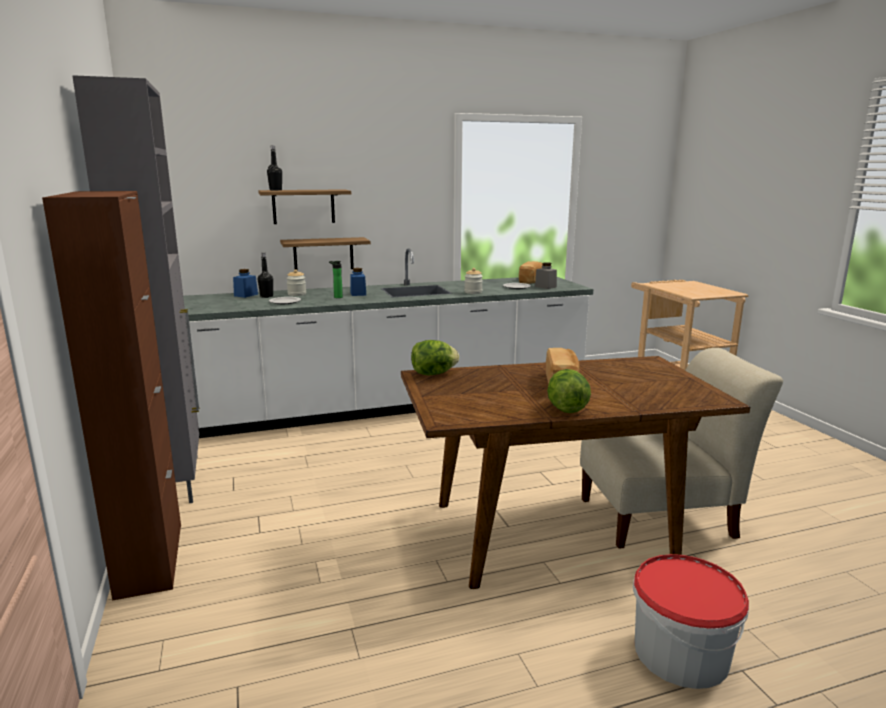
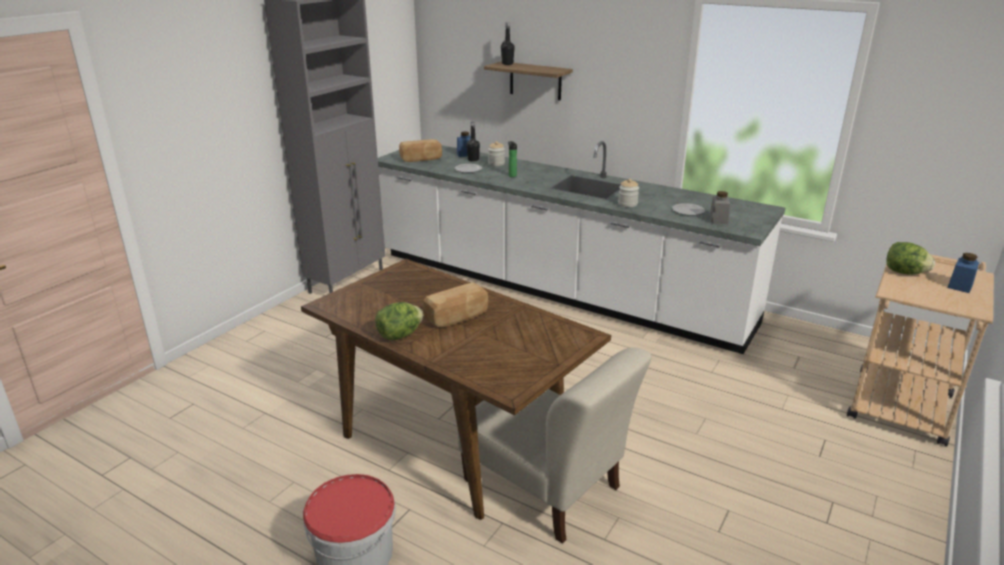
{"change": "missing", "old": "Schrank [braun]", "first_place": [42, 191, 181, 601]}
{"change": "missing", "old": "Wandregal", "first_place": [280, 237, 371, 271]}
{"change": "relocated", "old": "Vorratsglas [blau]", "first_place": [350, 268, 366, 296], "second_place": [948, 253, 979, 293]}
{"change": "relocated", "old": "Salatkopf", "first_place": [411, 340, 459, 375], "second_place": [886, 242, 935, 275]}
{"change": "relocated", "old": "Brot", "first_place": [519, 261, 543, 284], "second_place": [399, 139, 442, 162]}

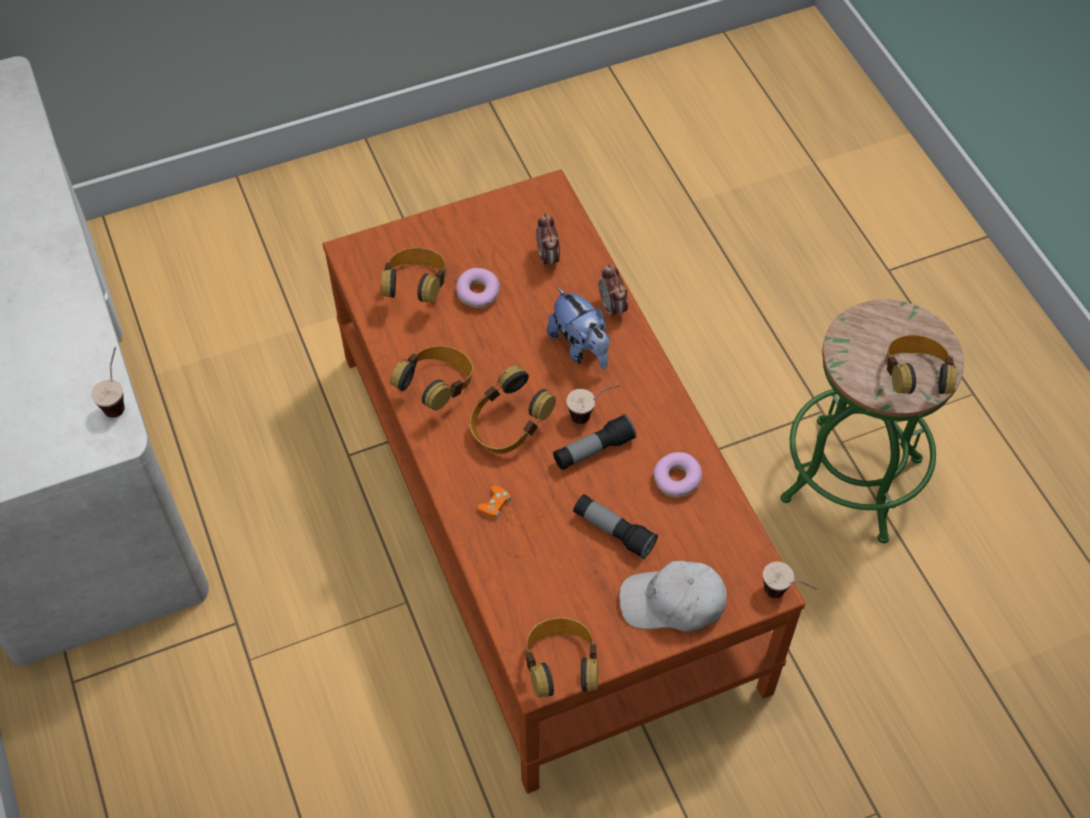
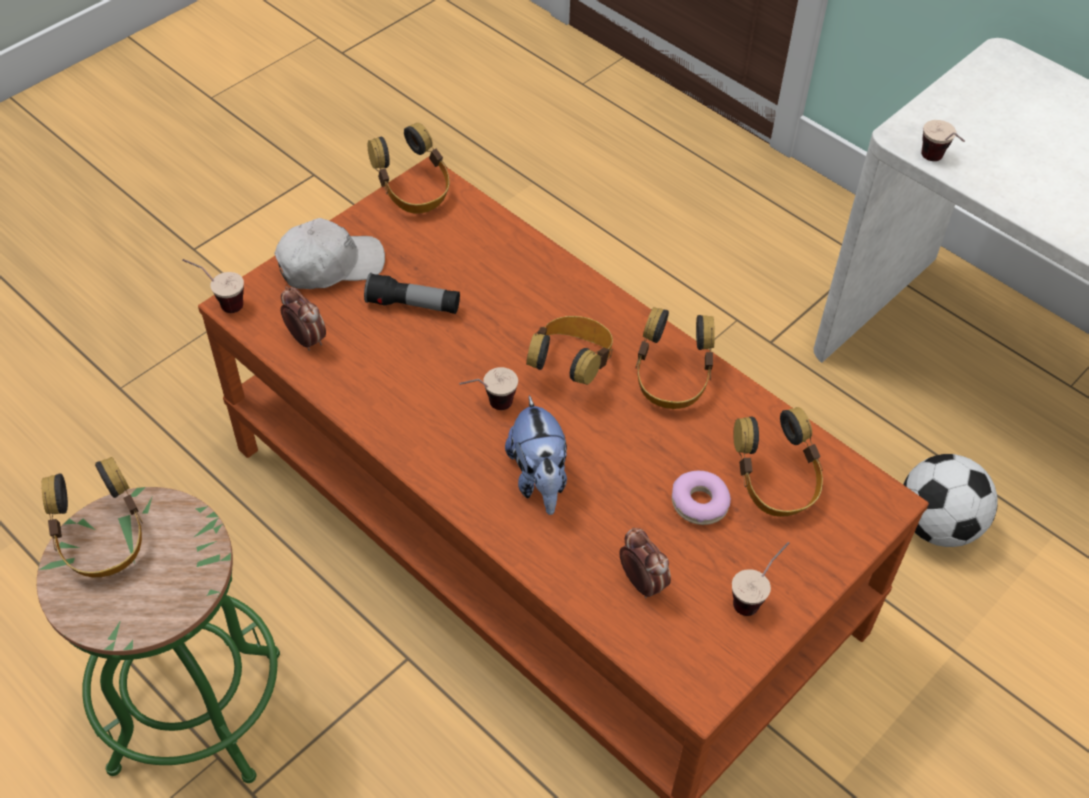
{"change": "missing", "old": "Gamepad [orange]", "first_place": [477, 485, 556, 553]}
{"change": "spun", "old": "Plüschtier", "first_place": [547, 287, 610, 370], "second_place": [505, 395, 567, 515], "degrees": -135}
{"change": "missing", "old": "Taschenlampe", "first_place": [553, 414, 636, 470]}
{"change": "relocated", "old": "Wecker", "first_place": [598, 264, 628, 319], "second_place": [281, 286, 326, 351]}
{"change": "missing", "old": "Donut", "first_place": [654, 452, 702, 497]}
{"change": "appeared", "new": "Tasse", "second_place": [732, 542, 790, 616]}
{"change": "appeared", "new": "Fußball", "second_place": [903, 454, 998, 547]}

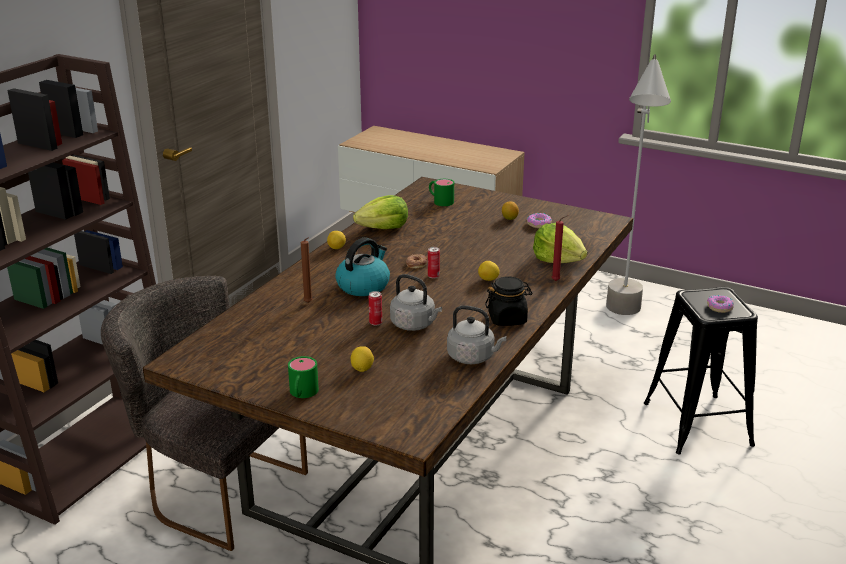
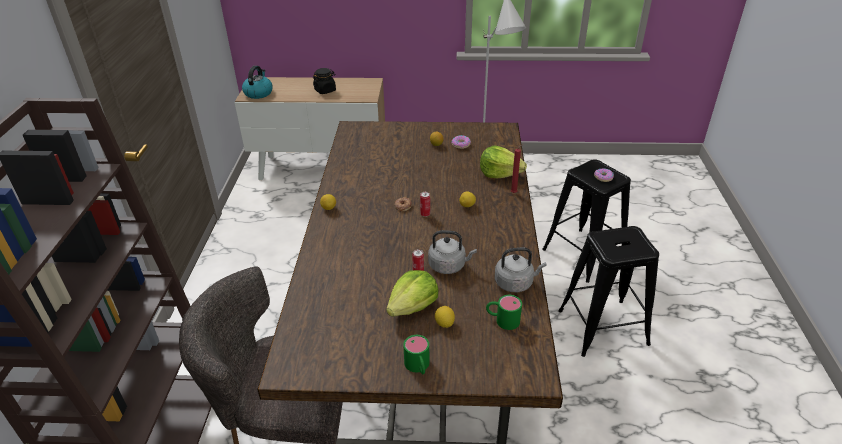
{"change": "missing", "old": "Kerze [braun]", "first_place": [301, 237, 312, 303]}
{"change": "relocated", "old": "Wasserkessel", "first_place": [335, 238, 390, 296], "second_place": [242, 66, 273, 99]}
{"change": "relocated", "old": "Salatkopf", "first_place": [353, 195, 408, 229], "second_place": [386, 270, 438, 317]}
{"change": "relocated", "old": "Henkelbecher [grün]", "first_place": [429, 179, 454, 206], "second_place": [486, 295, 522, 330]}
{"change": "relocated", "old": "Vorratsglas [schwarz]", "first_place": [485, 277, 533, 326], "second_place": [313, 68, 336, 94]}
{"change": "appeared", "new": "Hocker [schwarz]", "second_place": [558, 226, 659, 357]}

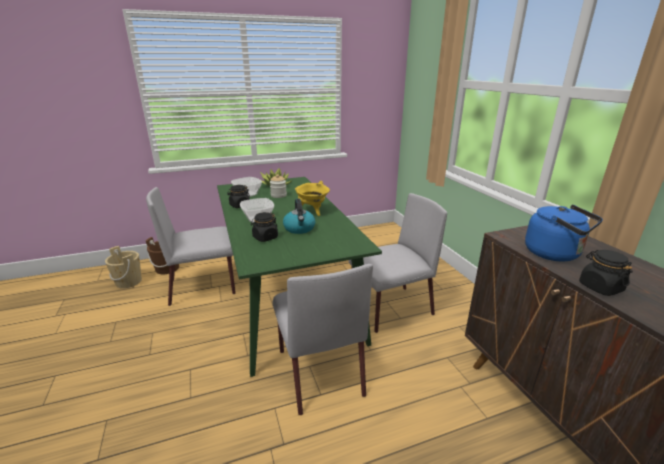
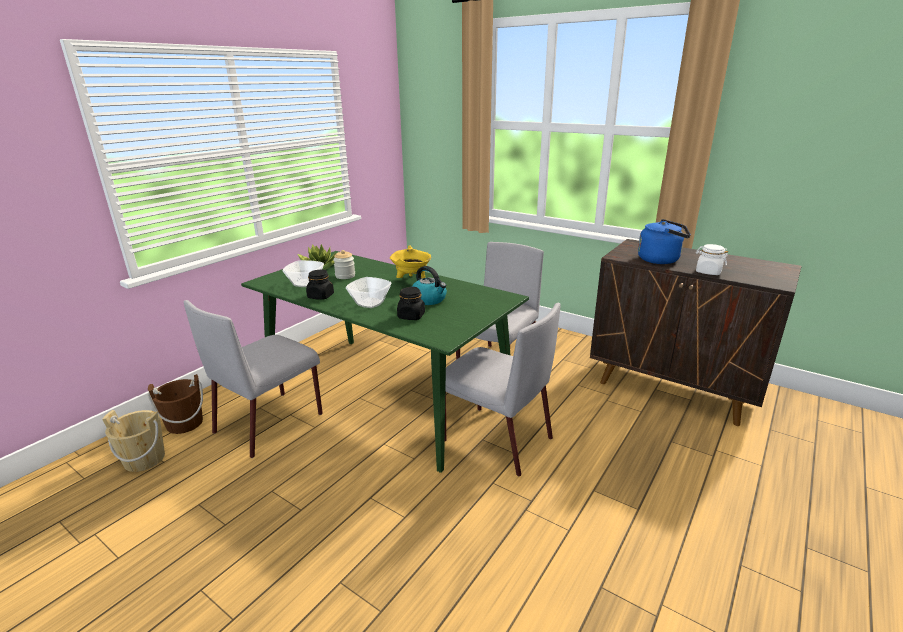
{"change": "colour", "old": "Vorratsglas [schwarz]", "new": "Vorratsglas [weiß]", "first_place": [579, 250, 633, 296], "second_place": [696, 244, 728, 275]}

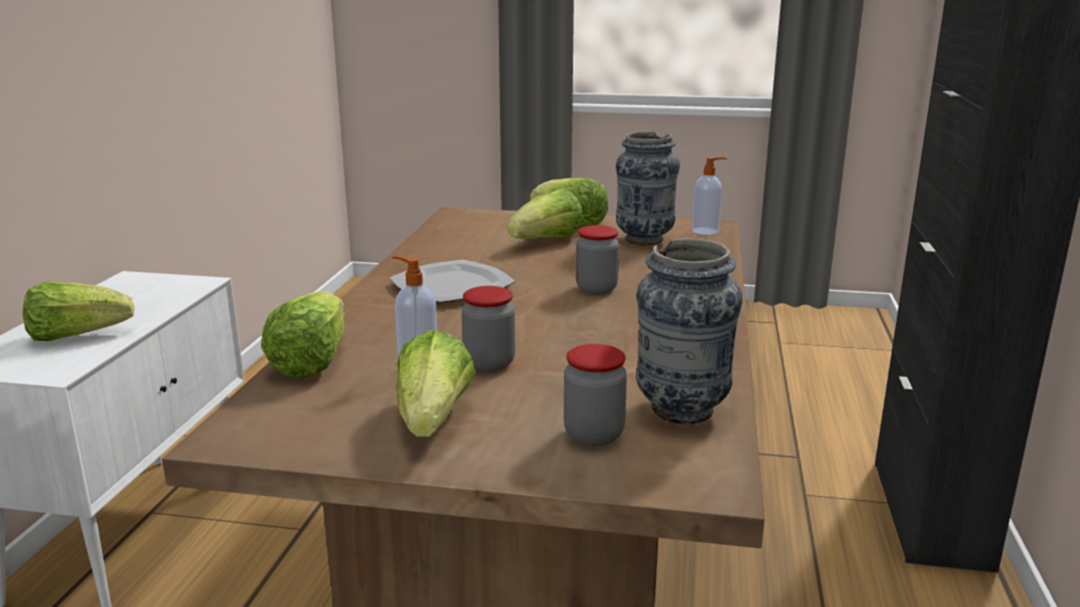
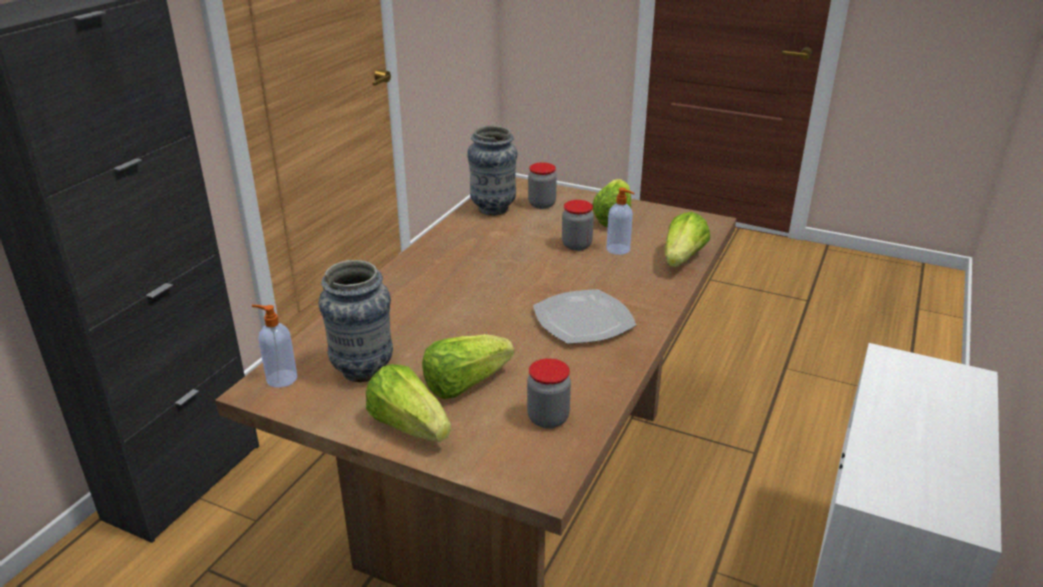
{"change": "missing", "old": "Salatkopf", "first_place": [23, 281, 134, 341]}
{"change": "relocated", "old": "Vorratsglas", "first_place": [576, 225, 619, 294], "second_place": [527, 358, 571, 429]}

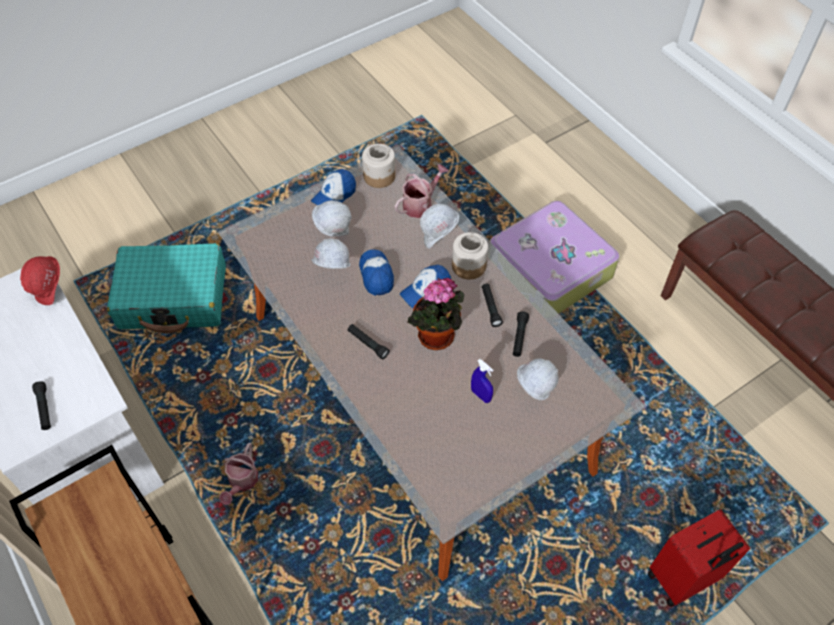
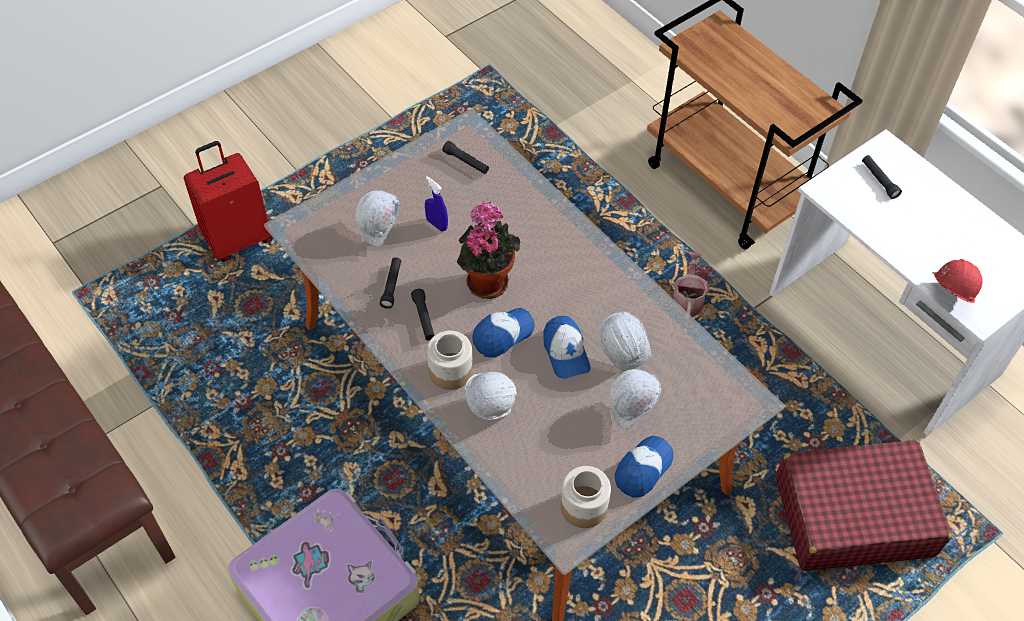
{"change": "colour", "old": "Koffer [türkis]", "new": "Koffer [rot]", "first_place": [107, 243, 226, 333], "second_place": [776, 440, 952, 571]}
{"change": "relocated", "old": "Taschenlampe [schwarz]", "first_place": [348, 324, 390, 360], "second_place": [442, 141, 489, 174]}
{"change": "missing", "old": "Gießkanne", "first_place": [395, 164, 449, 218]}

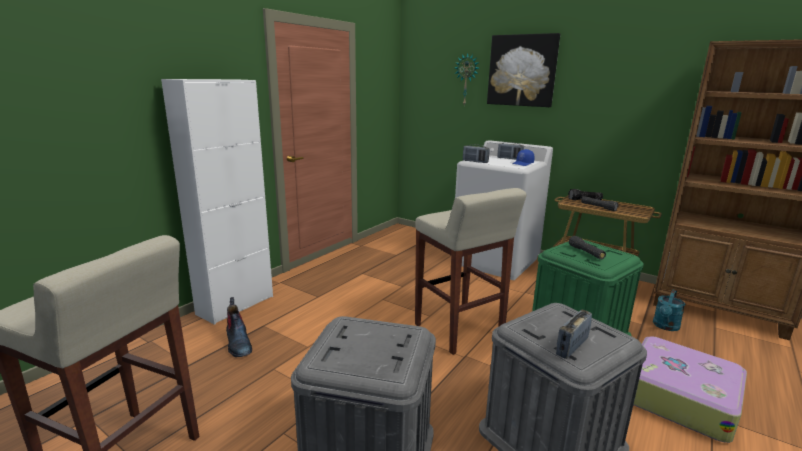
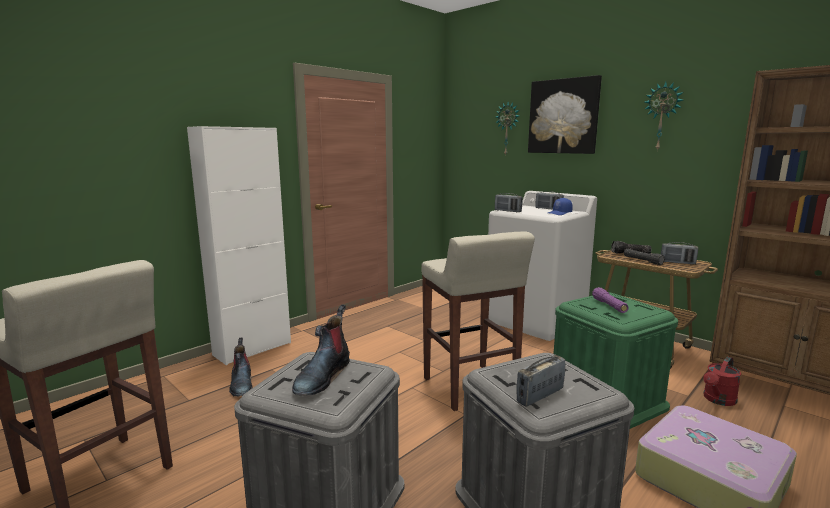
{"change": "colour", "old": "Taschenlampe [schwarz]", "new": "Taschenlampe [lila]", "first_place": [569, 236, 606, 259], "second_place": [592, 287, 629, 313]}
{"change": "colour", "old": "Gießkanne [türkis]", "new": "Gießkanne [rot]", "first_place": [653, 289, 685, 331], "second_place": [703, 357, 741, 406]}
{"change": "appeared", "new": "Stiefel", "second_place": [292, 304, 350, 396]}
{"change": "appeared", "new": "Wanduhr", "second_place": [645, 82, 683, 151]}
{"change": "appeared", "new": "Radio", "second_place": [661, 242, 698, 264]}

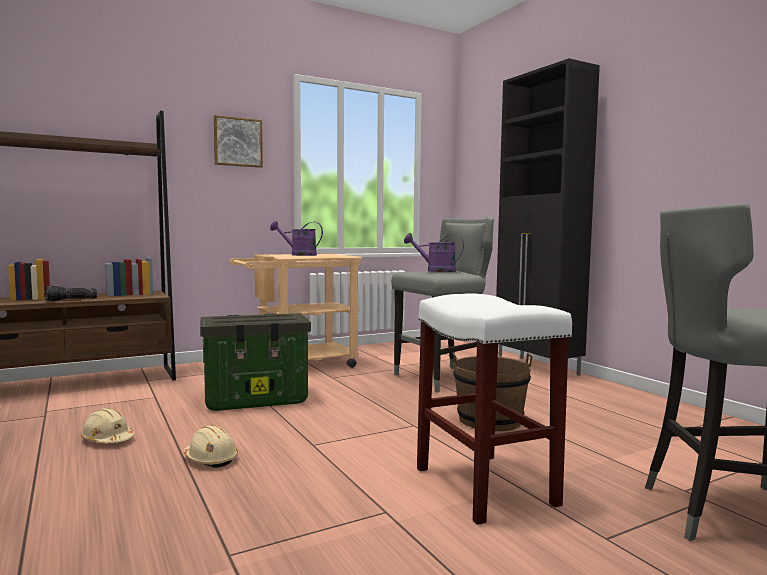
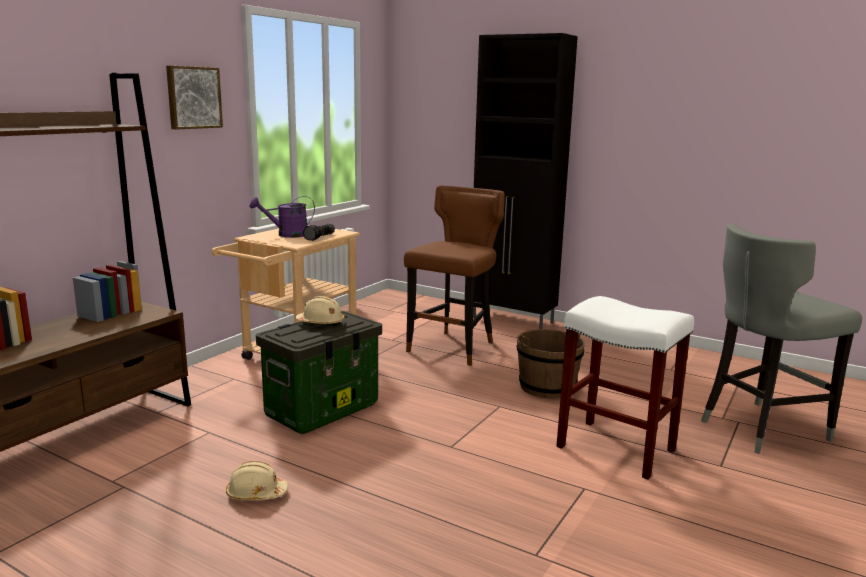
{"change": "relocated", "old": "Taschenlampe", "first_place": [45, 285, 97, 301], "second_place": [303, 224, 335, 241]}
{"change": "relocated", "old": "Schutzhelm [beige]", "first_place": [183, 425, 238, 468], "second_place": [296, 296, 345, 326]}
{"change": "colour", "old": "Hocker [grau]", "new": "Hocker [braun]", "first_place": [391, 217, 494, 392], "second_place": [404, 186, 505, 366]}
{"change": "missing", "old": "Gießkanne [lila]", "first_place": [404, 233, 464, 272]}

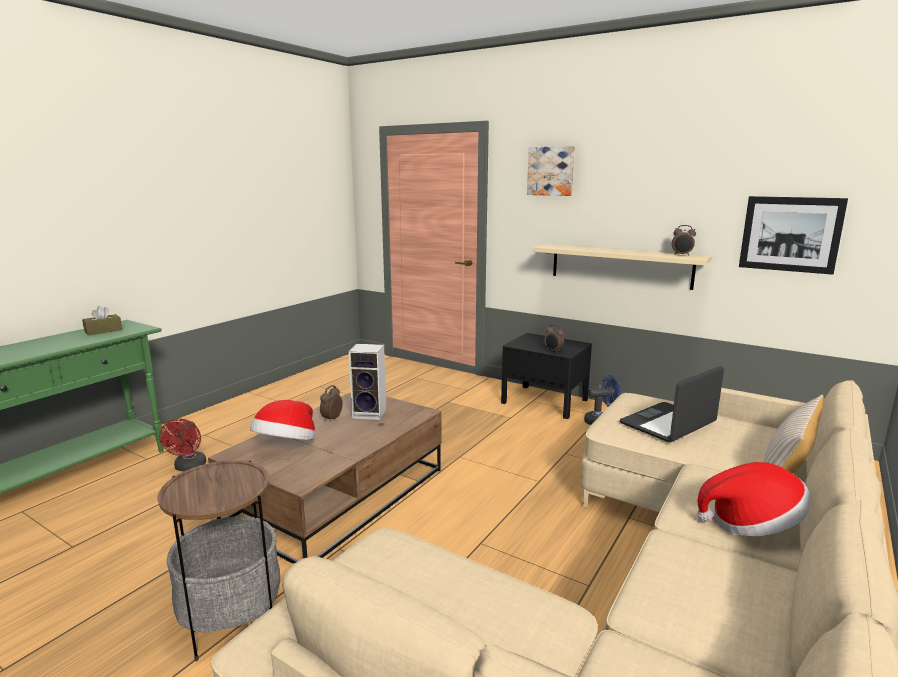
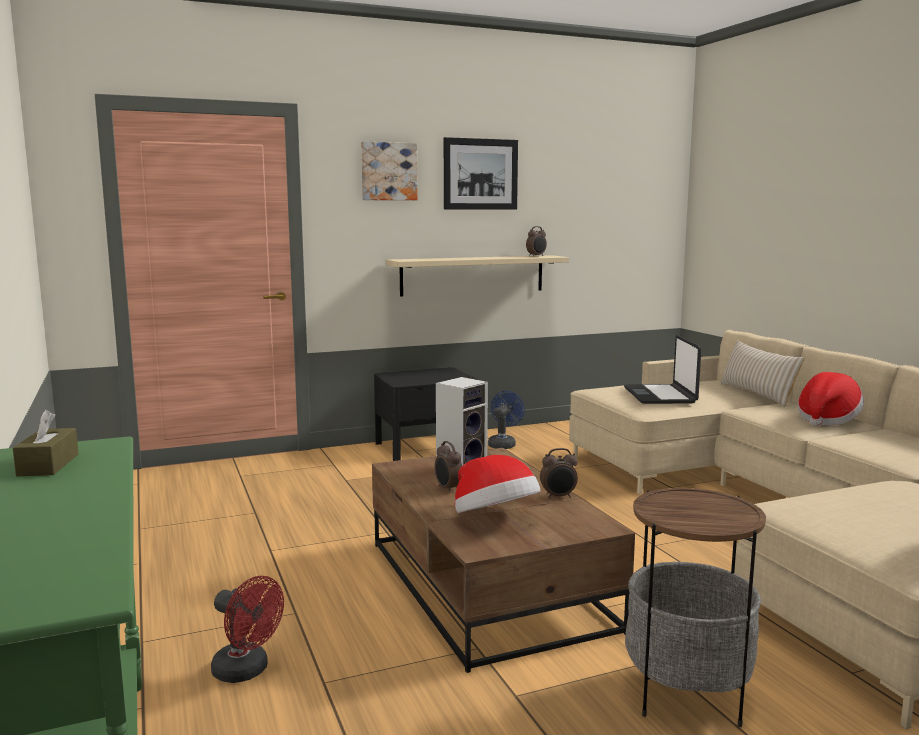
{"change": "relocated", "old": "Wecker", "first_place": [544, 325, 564, 353], "second_place": [540, 448, 578, 499]}
{"change": "relocated", "old": "Bild", "first_place": [739, 196, 848, 275], "second_place": [444, 137, 518, 209]}

